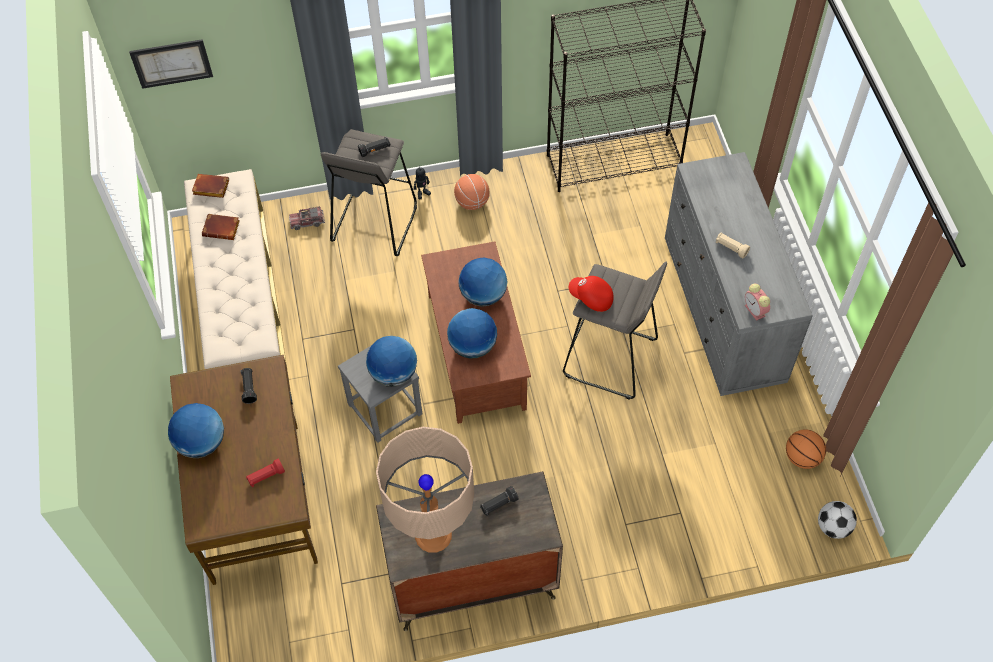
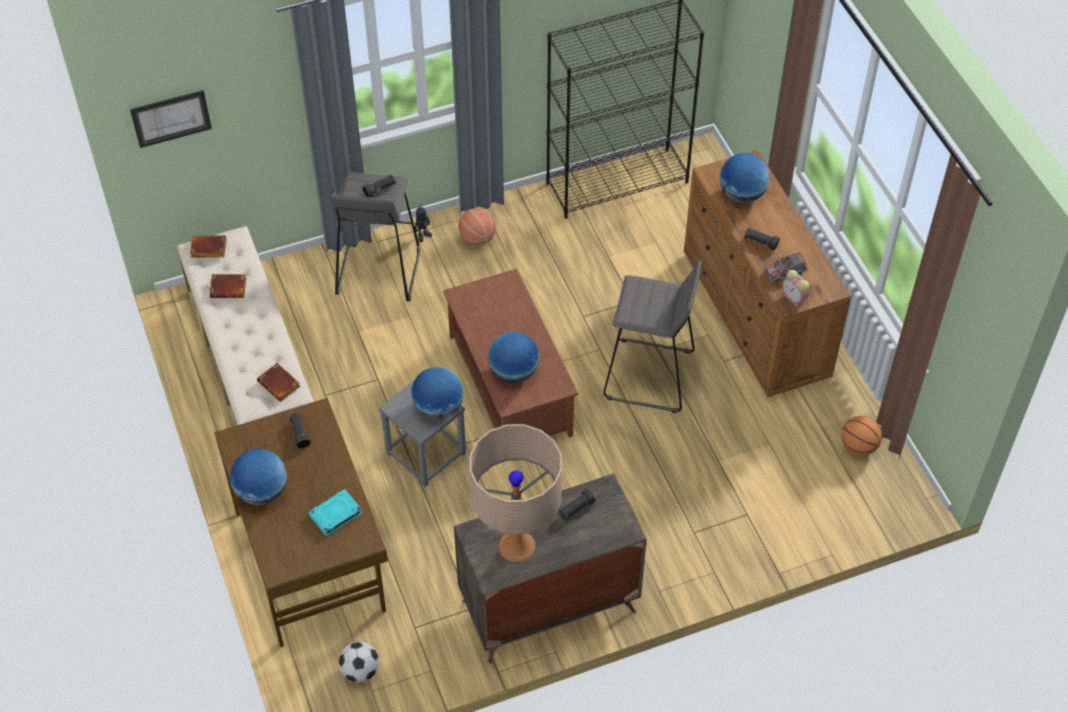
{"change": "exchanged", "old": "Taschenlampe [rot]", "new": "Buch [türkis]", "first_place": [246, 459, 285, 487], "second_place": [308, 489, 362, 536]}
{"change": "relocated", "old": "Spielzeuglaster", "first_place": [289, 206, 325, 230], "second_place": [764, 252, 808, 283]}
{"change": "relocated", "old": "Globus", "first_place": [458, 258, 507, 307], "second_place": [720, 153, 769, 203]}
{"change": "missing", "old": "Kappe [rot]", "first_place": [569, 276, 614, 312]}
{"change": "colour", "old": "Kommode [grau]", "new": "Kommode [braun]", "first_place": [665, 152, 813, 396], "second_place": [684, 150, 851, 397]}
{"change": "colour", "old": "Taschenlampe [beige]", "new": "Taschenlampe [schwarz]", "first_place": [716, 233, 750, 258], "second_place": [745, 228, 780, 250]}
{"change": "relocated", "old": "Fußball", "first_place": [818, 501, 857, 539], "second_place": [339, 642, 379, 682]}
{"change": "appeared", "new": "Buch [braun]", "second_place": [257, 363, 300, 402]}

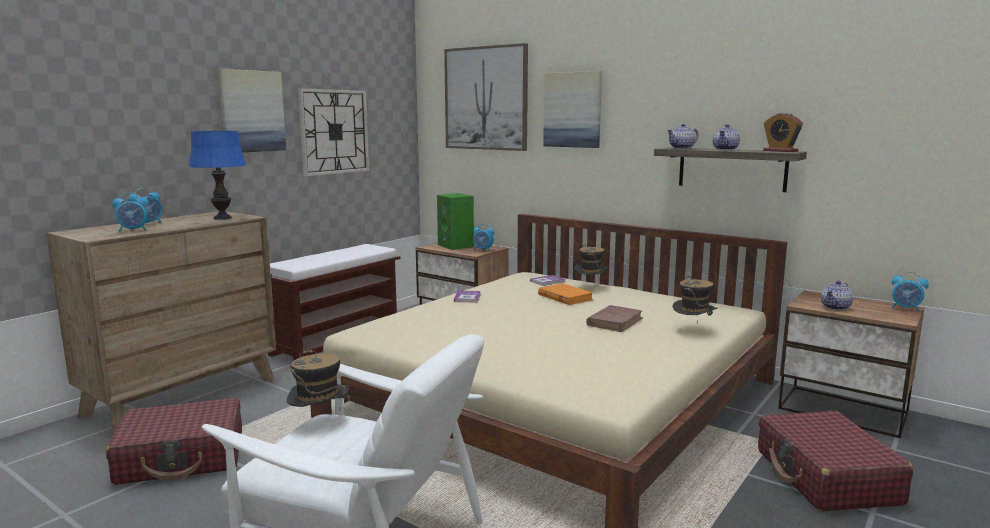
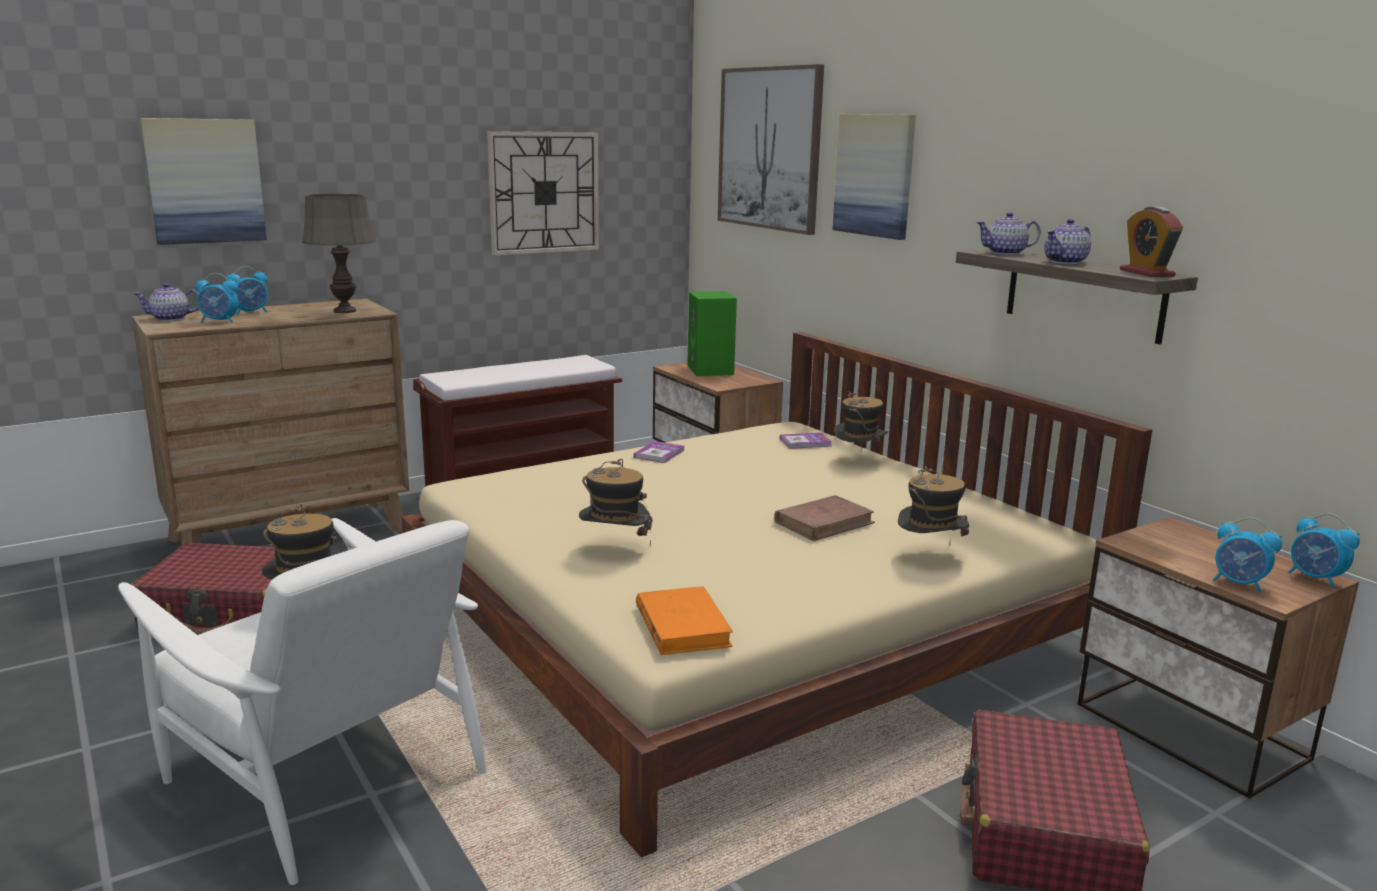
{"change": "colour", "old": "Tischlampe [blau]", "new": "Tischlampe [grau]", "first_place": [189, 131, 246, 220], "second_place": [302, 194, 376, 313]}
{"change": "relocated", "old": "Bild", "first_place": [217, 69, 286, 152], "second_place": [140, 118, 267, 245]}
{"change": "relocated", "old": "Wecker", "first_place": [473, 224, 494, 251], "second_place": [1213, 517, 1282, 593]}
{"change": "relocated", "old": "Buch [orange]", "first_place": [538, 283, 593, 305], "second_place": [636, 586, 733, 655]}
{"change": "relocated", "old": "Teekanne", "first_place": [821, 281, 853, 311], "second_place": [133, 283, 199, 321]}
{"change": "appeared", "new": "Hut", "second_place": [579, 459, 653, 547]}

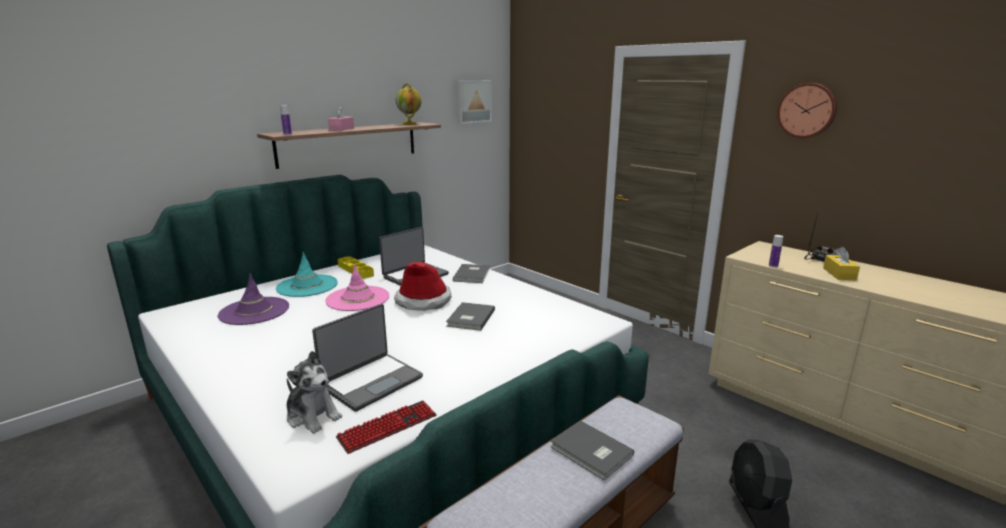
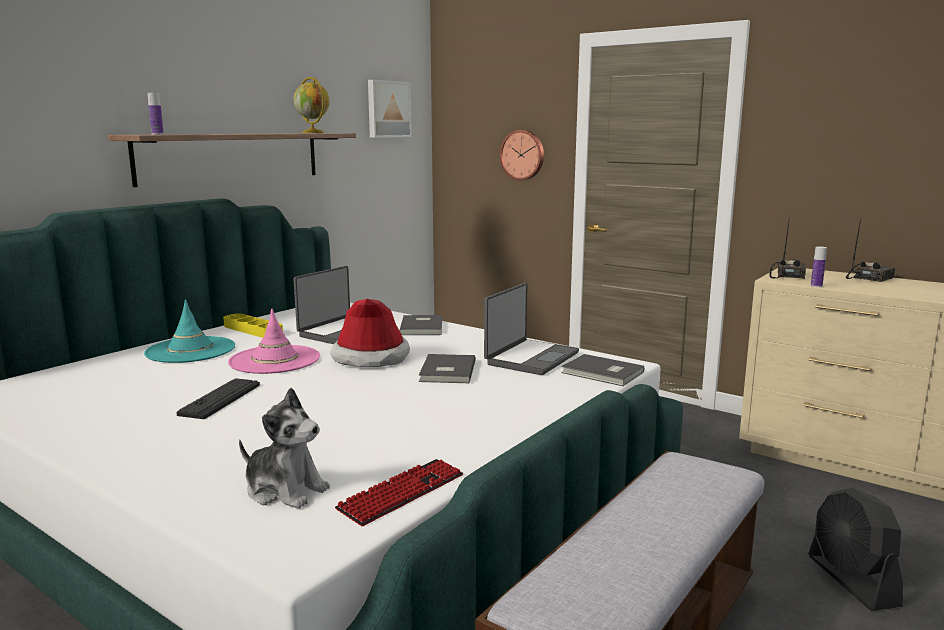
{"change": "missing", "old": "Hut [lila]", "first_place": [218, 274, 289, 325]}
{"change": "relocated", "old": "Laptop", "first_place": [312, 304, 423, 412], "second_place": [484, 283, 579, 375]}
{"change": "missing", "old": "Taschentuchbox [rosa]", "first_place": [328, 106, 354, 131]}
{"change": "relocated", "old": "Buch [grau]", "first_place": [551, 421, 634, 481], "second_place": [561, 354, 644, 386]}
{"change": "relocated", "old": "Wanduhr", "first_place": [777, 83, 837, 138], "second_place": [500, 130, 544, 180]}
{"change": "missing", "old": "Taschentuchbox [gelb]", "first_place": [823, 247, 860, 280]}
{"change": "appeared", "new": "Tastatur", "second_place": [177, 378, 260, 419]}
{"change": "appeared", "new": "Radio", "second_place": [769, 218, 806, 279]}

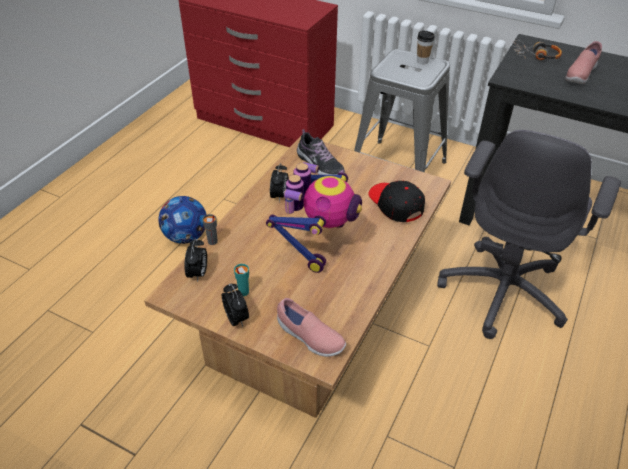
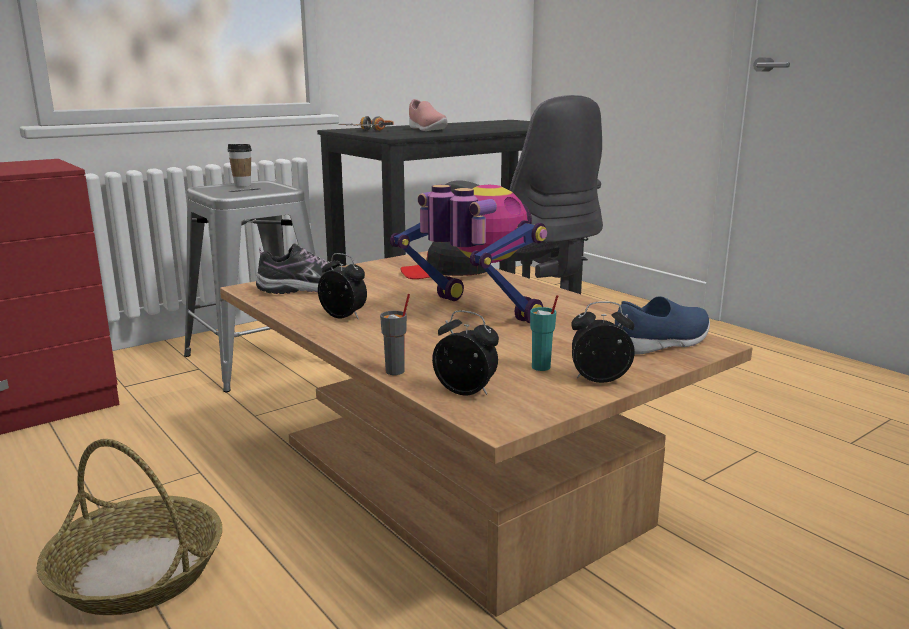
{"change": "exchanged", "old": "Fußball", "new": "Korb", "first_place": [158, 196, 207, 244], "second_place": [37, 439, 222, 615]}
{"change": "colour", "old": "Schuh [rosa]", "new": "Schuh [blau]", "first_place": [277, 298, 346, 357], "second_place": [615, 296, 710, 355]}

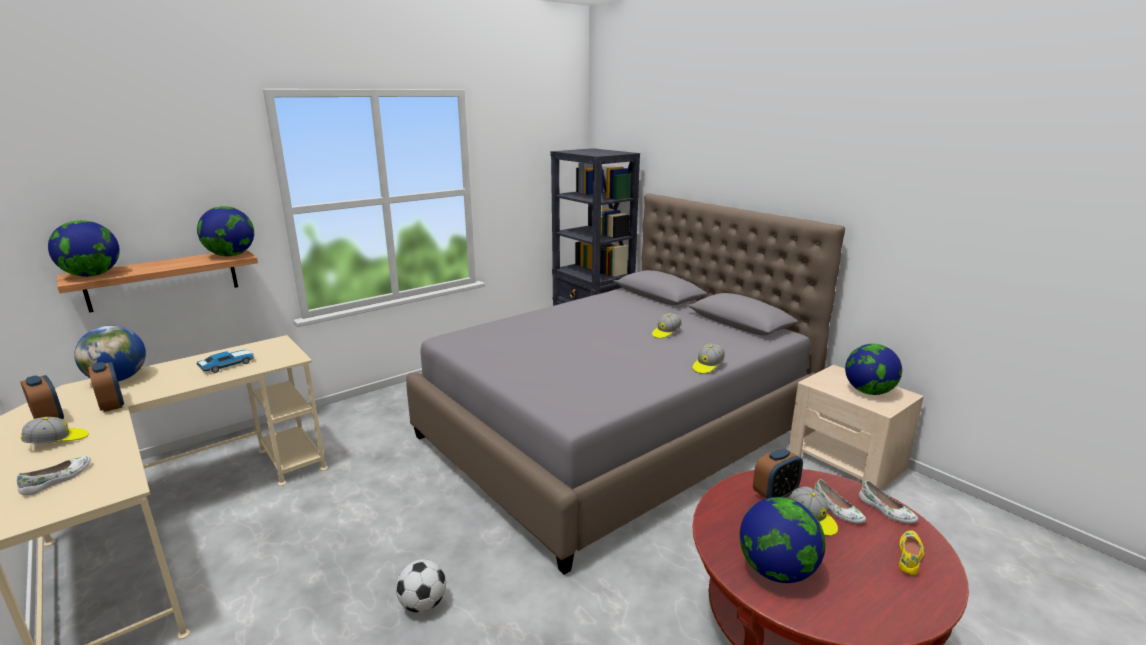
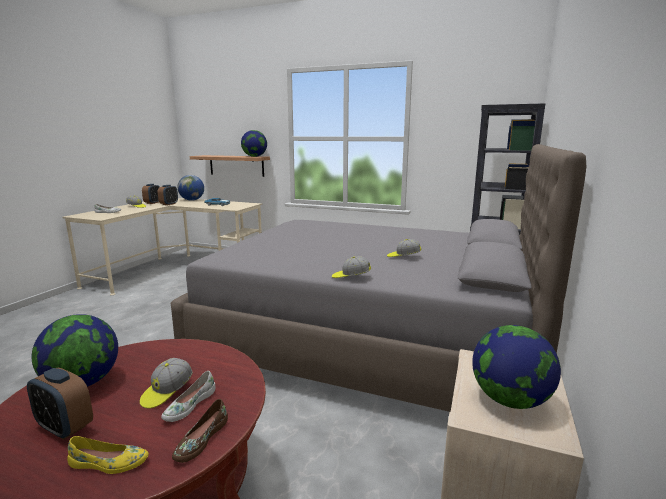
{"change": "missing", "old": "Globus", "first_place": [48, 220, 120, 277]}
{"change": "missing", "old": "Fußball", "first_place": [396, 559, 446, 613]}
{"change": "relocated", "old": "Wecker", "first_place": [753, 448, 803, 498], "second_place": [27, 367, 93, 440]}
{"change": "colour", "old": "Schuh [weiß]", "new": "Schuh [braun]", "first_place": [859, 481, 918, 524], "second_place": [172, 399, 228, 463]}

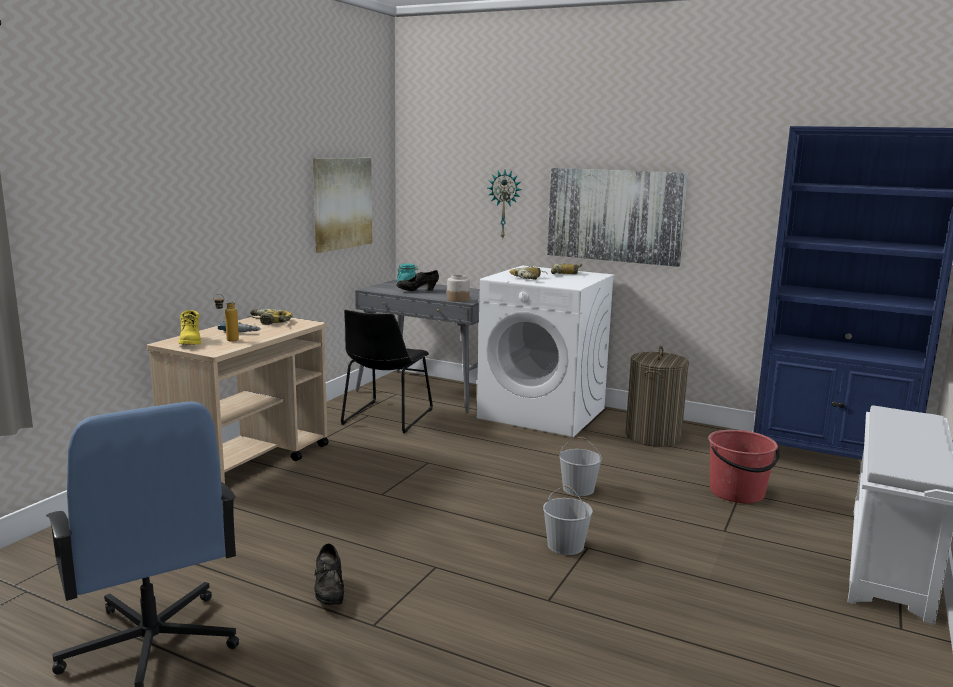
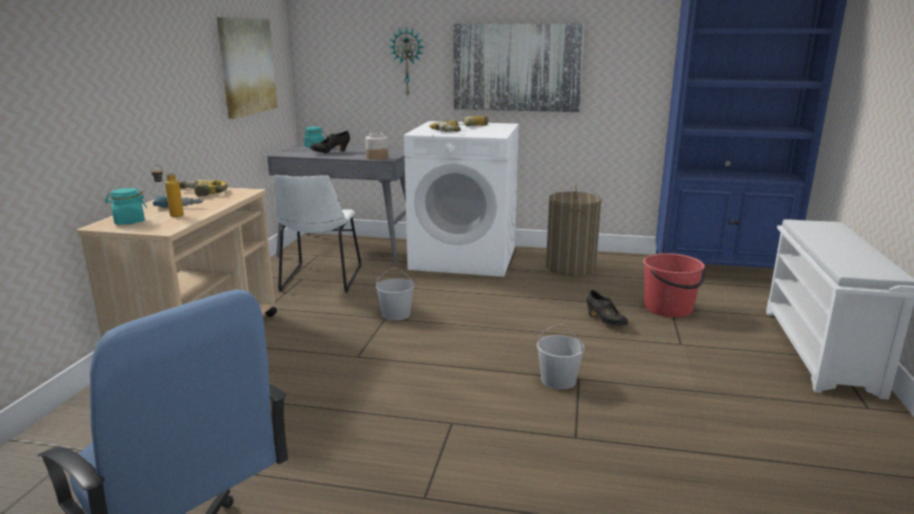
{"change": "exchanged", "old": "Stiefel [gelb]", "new": "Vorratsglas [türkis]", "first_place": [178, 310, 201, 345], "second_place": [105, 188, 147, 225]}
{"change": "relocated", "old": "Schuh [schwarz]", "first_place": [314, 544, 344, 605], "second_place": [586, 290, 628, 325]}
{"change": "colour", "old": "Stuhl [schwarz]", "new": "Stuhl [weiß]", "first_place": [341, 309, 433, 434], "second_place": [274, 175, 362, 293]}
{"change": "relocated", "old": "Eimer [weiß]", "first_place": [559, 437, 602, 496], "second_place": [376, 268, 414, 321]}

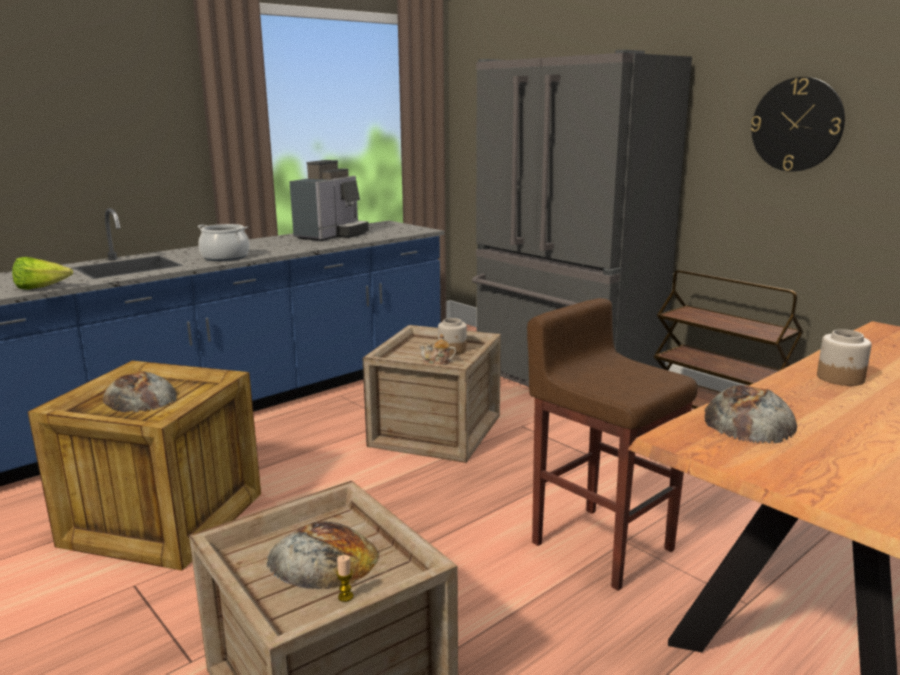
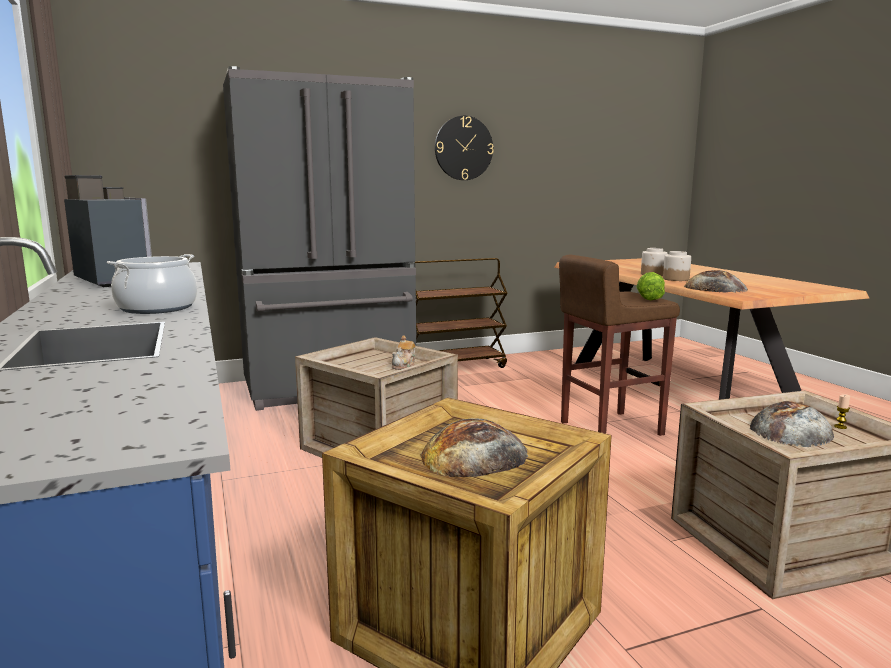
{"change": "relocated", "old": "Salatkopf", "first_place": [12, 257, 73, 290], "second_place": [636, 272, 665, 300]}
{"change": "relocated", "old": "Vorratsglas", "first_place": [438, 318, 467, 355], "second_place": [663, 251, 691, 281]}

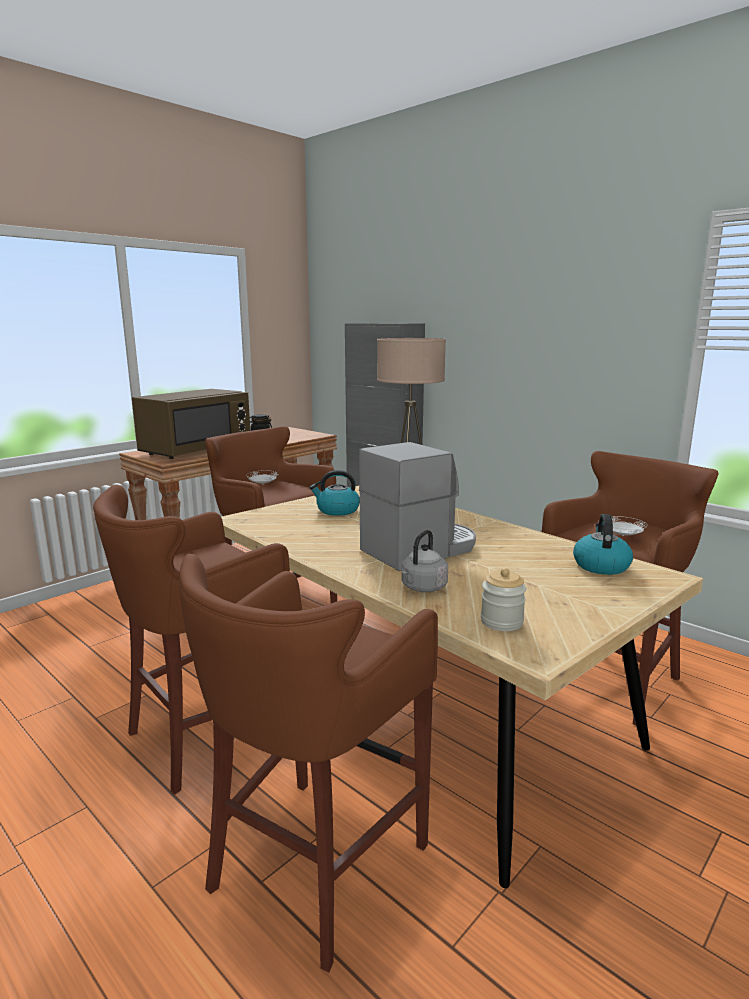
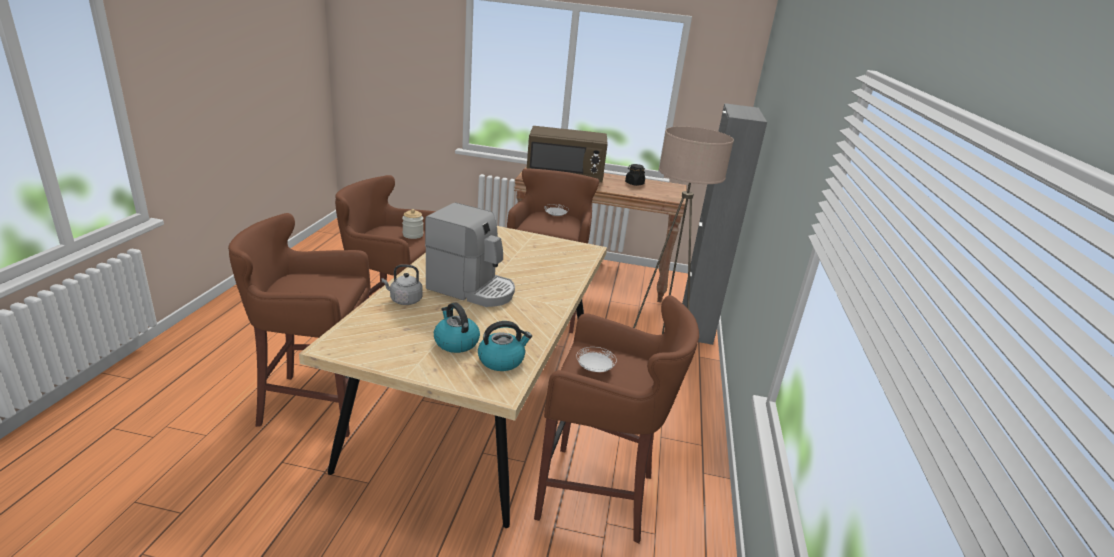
{"change": "relocated", "old": "Wasserkessel", "first_place": [310, 470, 360, 516], "second_place": [434, 303, 480, 353]}
{"change": "relocated", "old": "Vorratsglas", "first_place": [481, 568, 526, 631], "second_place": [402, 209, 423, 239]}

